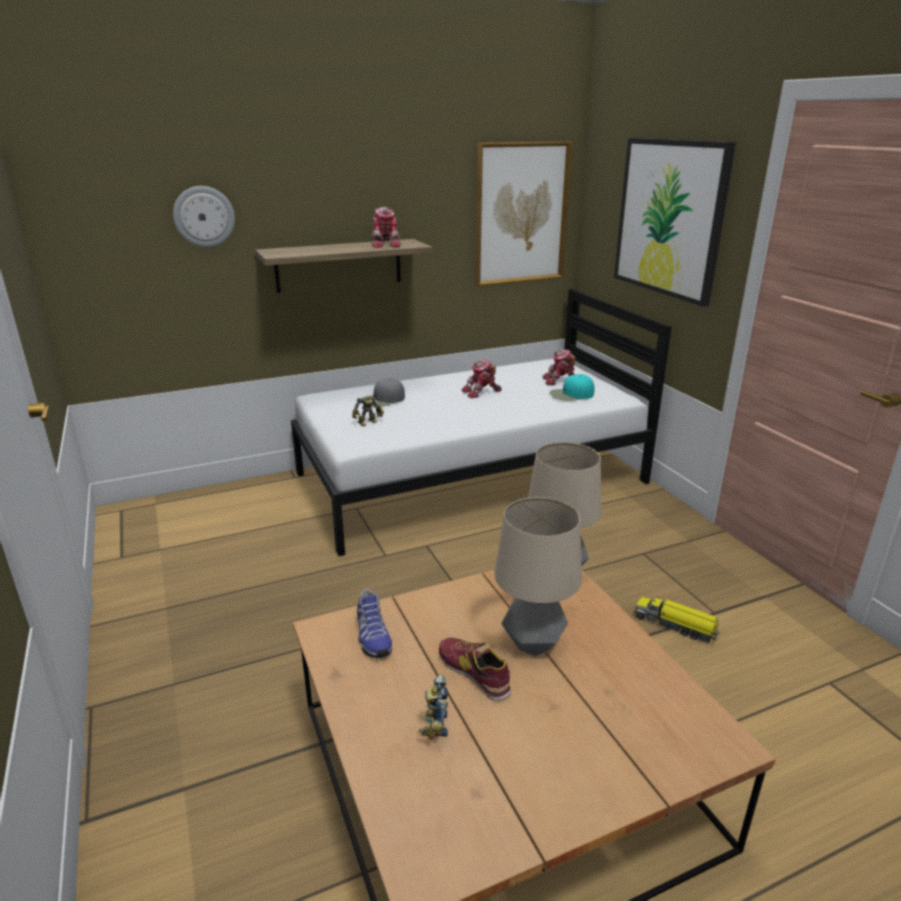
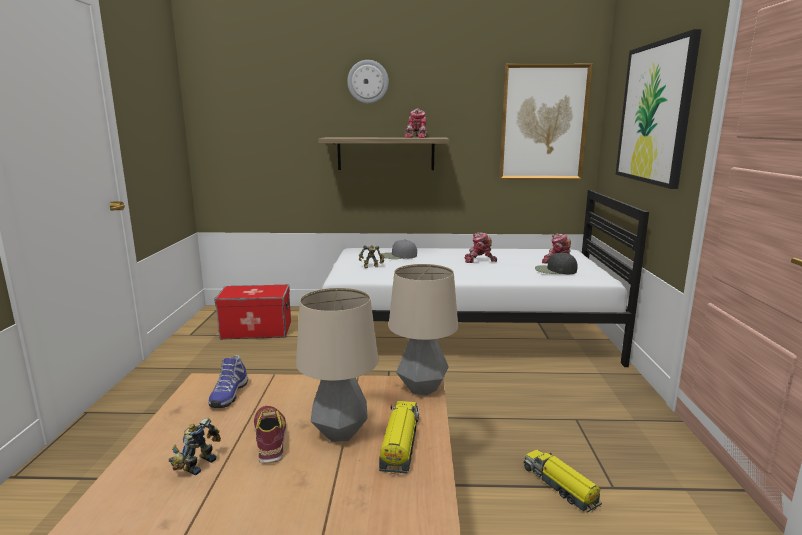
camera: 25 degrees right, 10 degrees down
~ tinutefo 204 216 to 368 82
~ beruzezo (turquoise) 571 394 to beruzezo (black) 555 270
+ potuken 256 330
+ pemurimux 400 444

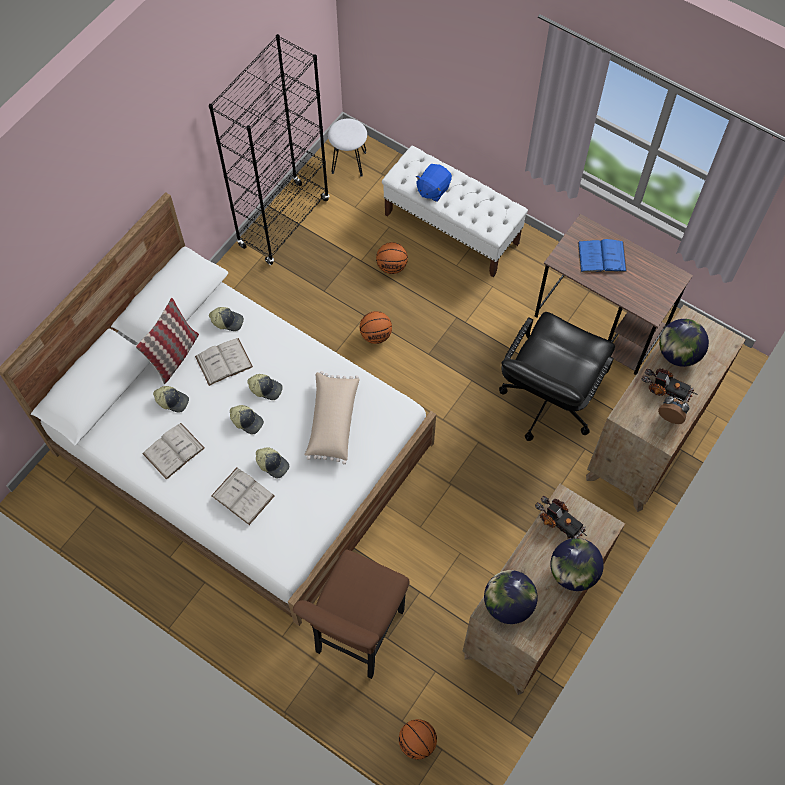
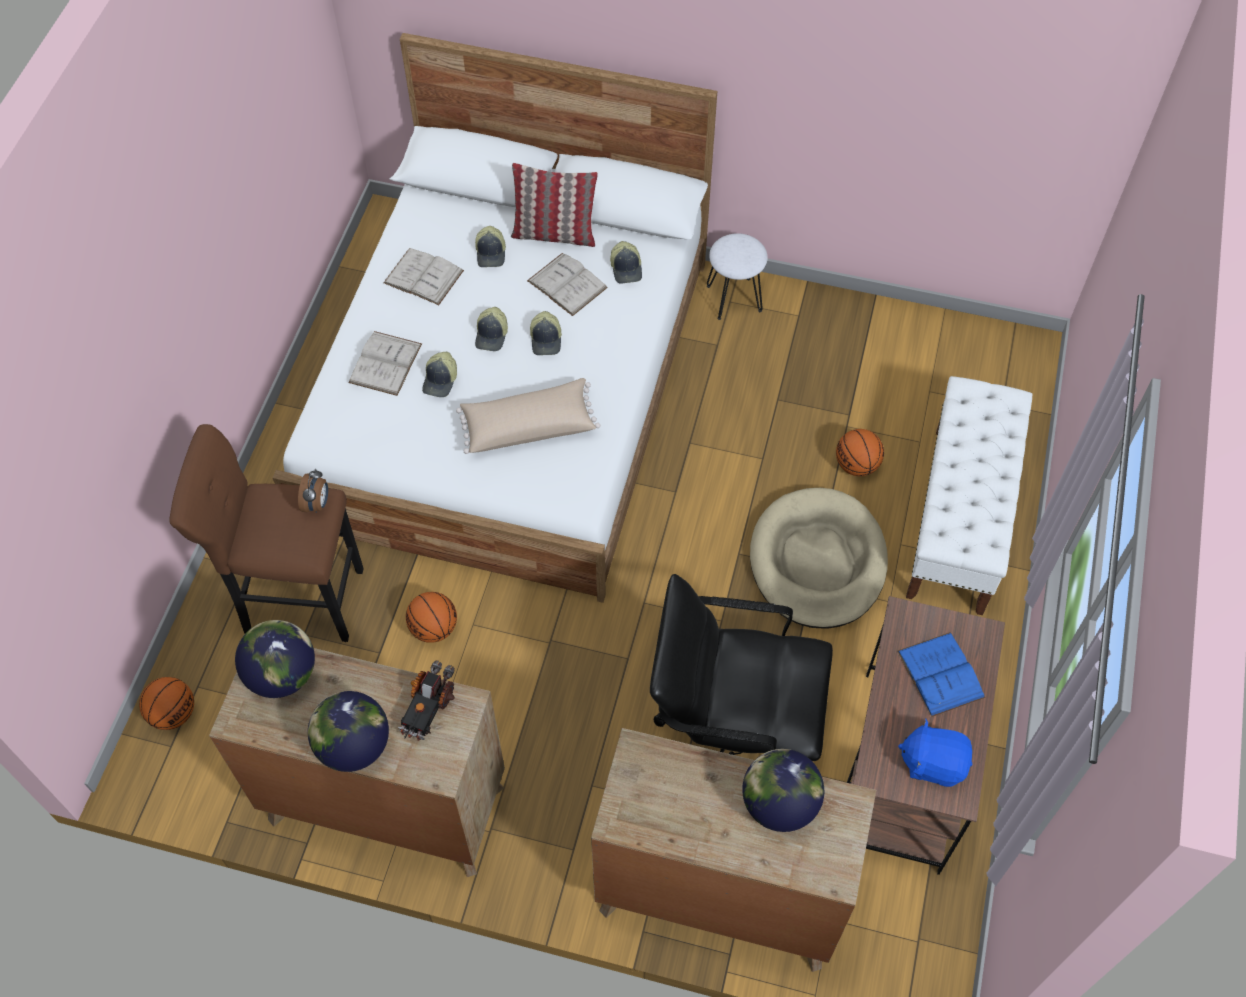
camera: 70 degrees right, 5 degrees down
- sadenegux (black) 284 223
~ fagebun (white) 349 163 to 733 298
~ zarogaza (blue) 433 189 to 933 762
~ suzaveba 376 335 to 434 628
- pemurimux 666 389
~ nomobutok 671 415 to 317 504
+ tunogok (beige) 817 561

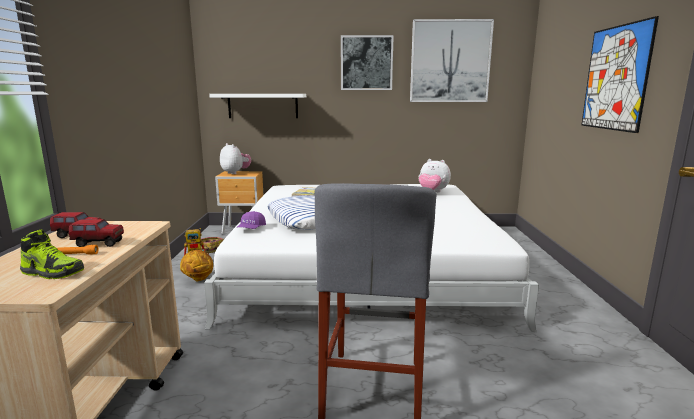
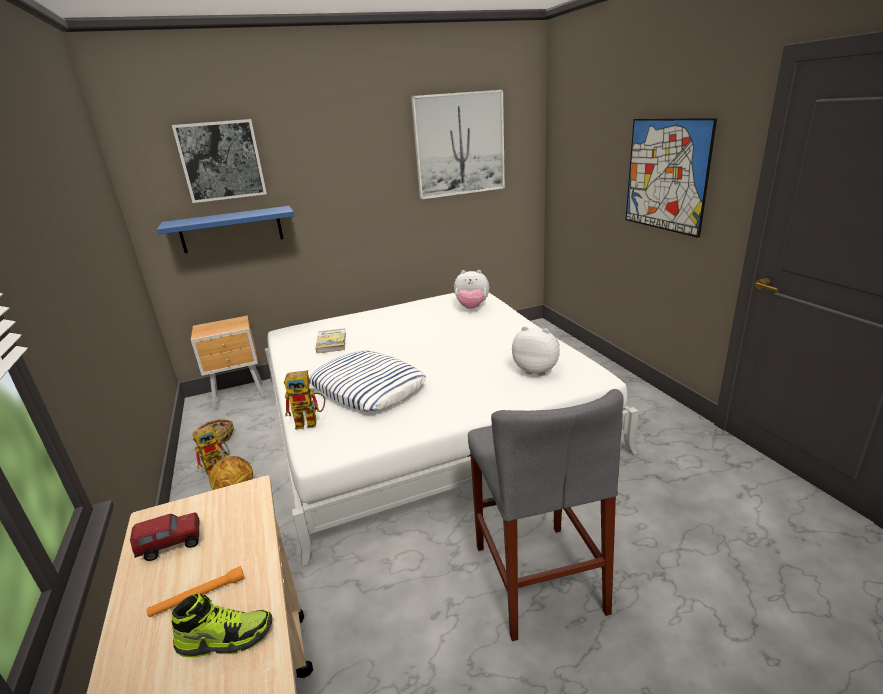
camera: 20 degrees left, 10 degrees up
~ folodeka 366 63 to 221 161
~ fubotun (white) 263 106 to fubotun (blue) 231 229
~ zarogaza 235 173 to 537 370
~ beruzezo (purple) 251 229 to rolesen 311 422
- pemurimux 98 244

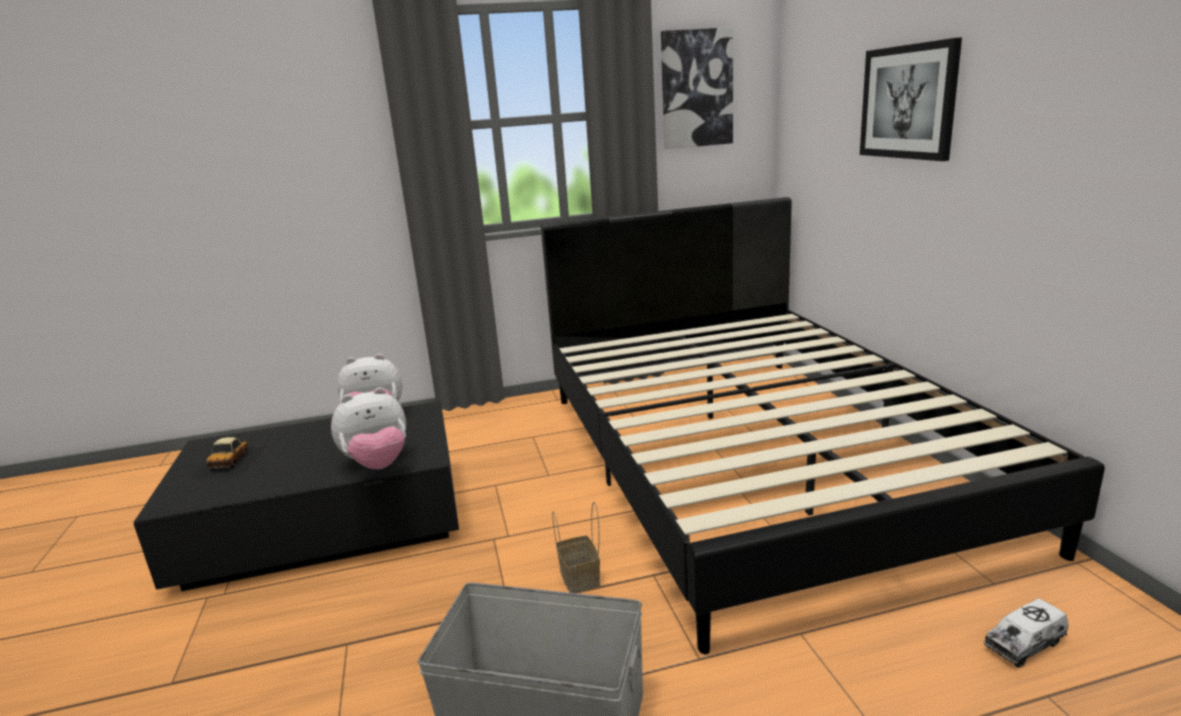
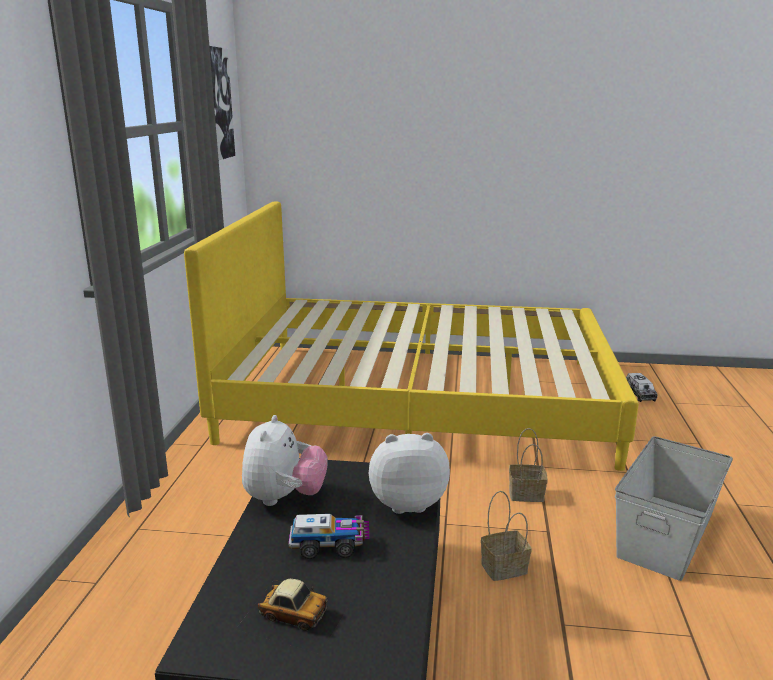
camera: 70 degrees left, 0 degrees up
- folodeka 908 102
~ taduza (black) 754 459 to taduza (yellow) 419 398
~ zarogaza 378 464 = 407 502 90 degrees counterclockwise
+ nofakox 505 567
+ pemurimux 329 546

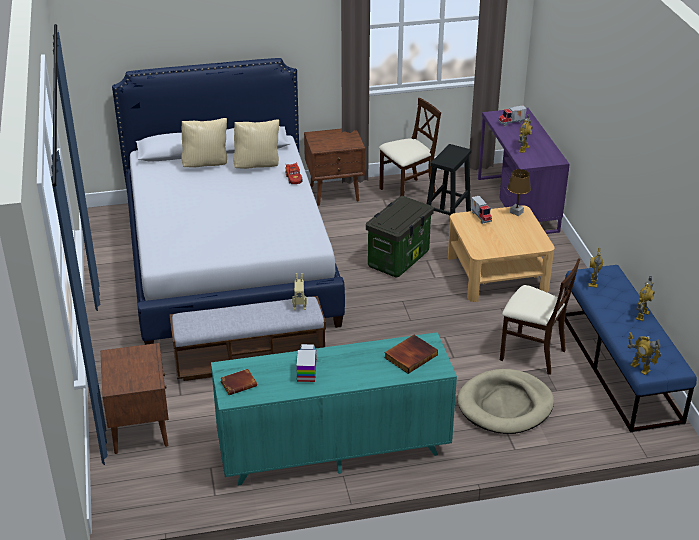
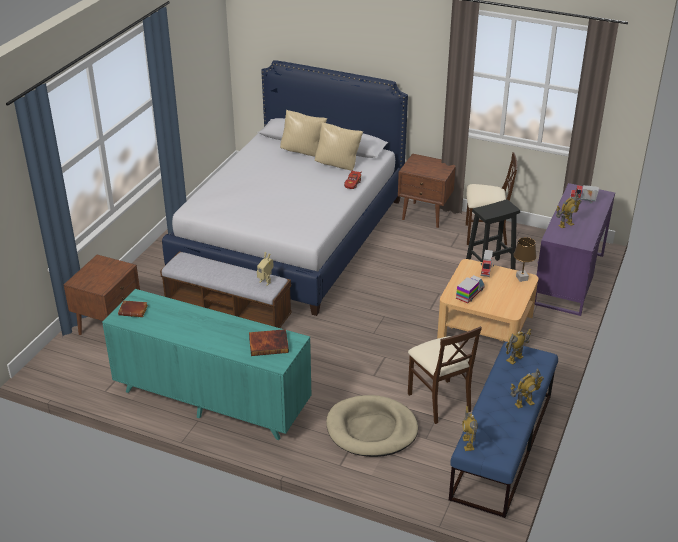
camera: 35 degrees right, 0 degrees up
- potuken 398 259
~ pemurimux 307 369 to 470 294

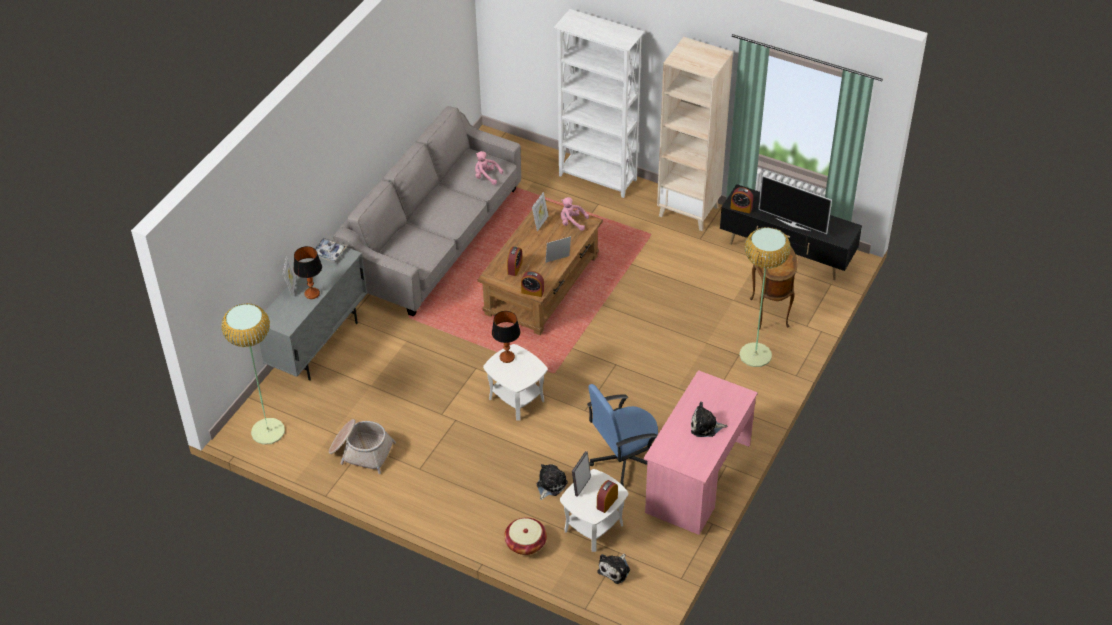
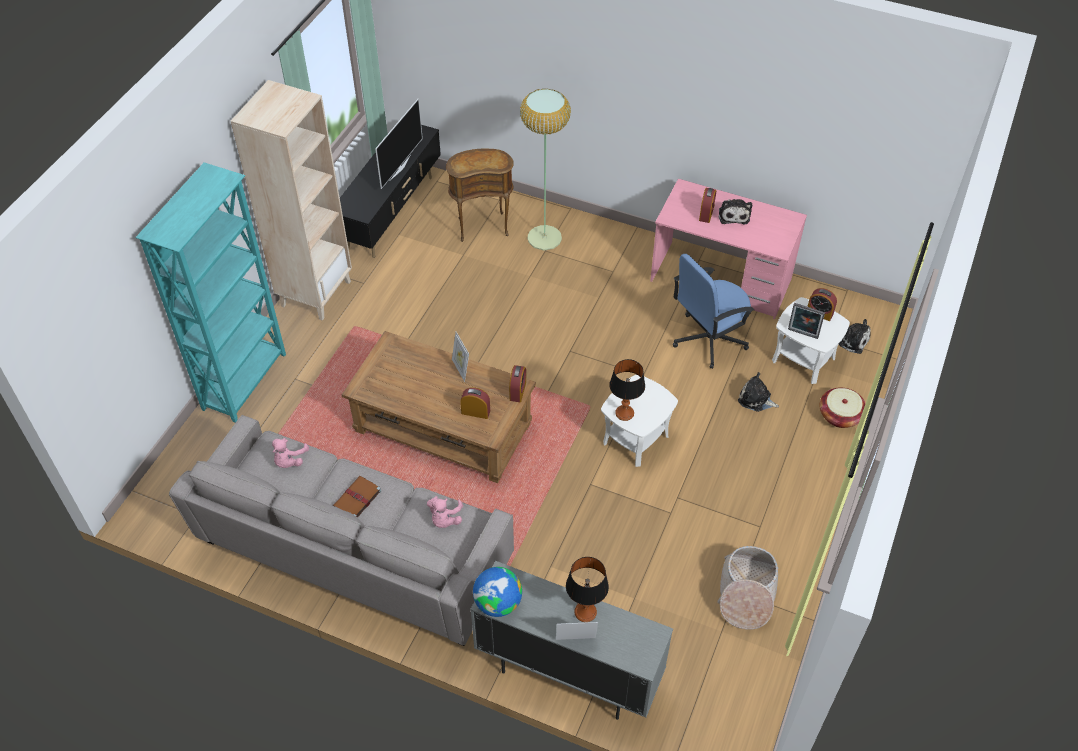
camera: 95 degrees left, 5 degrees up
~ sadenegux (white) 598 178 to sadenegux (turquoise) 246 381
~ nomobutok 741 208 to 706 213
- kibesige 540 223
~ zarogaza (pink) 572 222 to 444 519
~ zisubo 329 252 to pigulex 497 603
- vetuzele 267 431
~ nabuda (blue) 623 460 = 708 339 90 degrees clockwise
+ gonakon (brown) 357 499

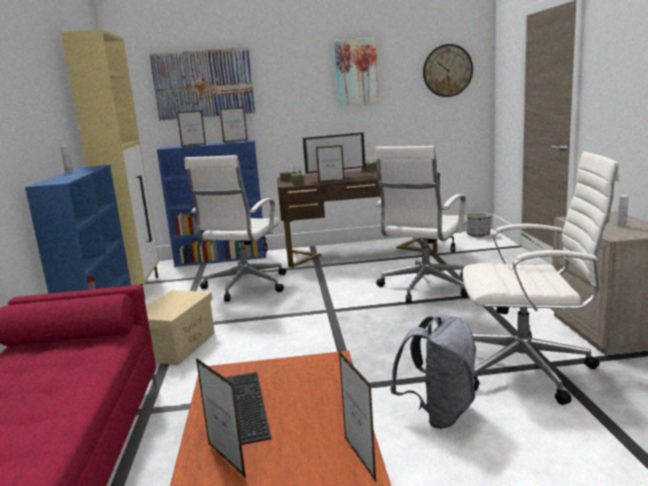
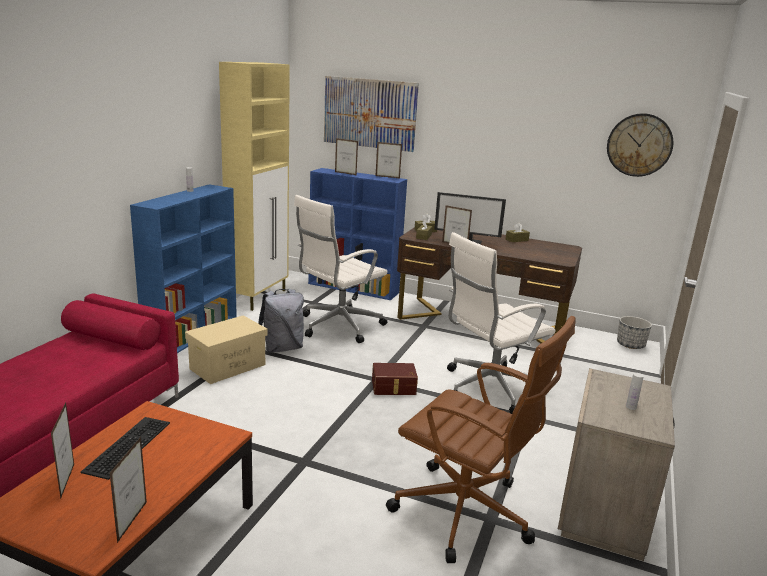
camera: 25 degrees right, 5 degrees up
- folodeka 356 72
~ nabuda (white) 528 369 to nabuda (brown) 466 514
~ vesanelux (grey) 439 413 to 282 348
+ potuken (brown) 394 387

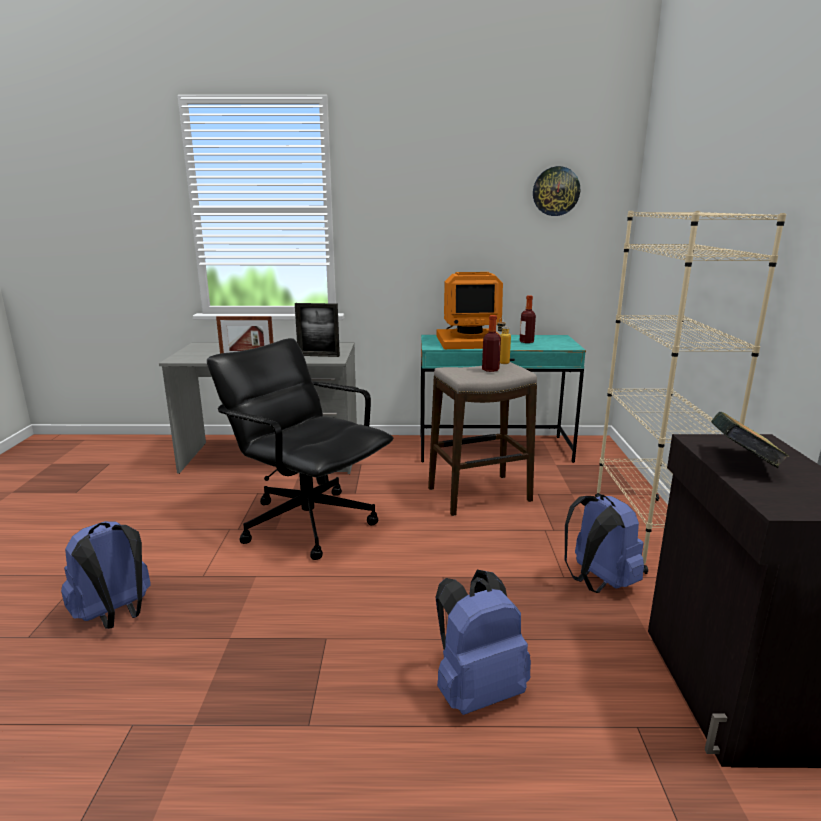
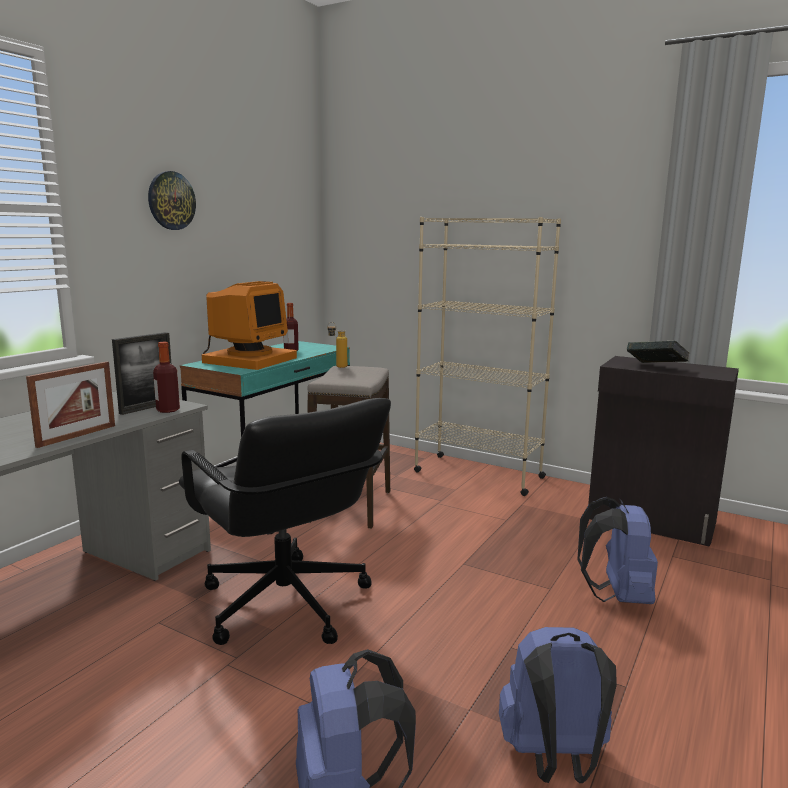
camera: 60 degrees left, 5 degrees down
~ tinutefo 556 191 to 171 200
~ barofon 490 370 to 168 410
~ nabuda (black) 308 522 = 284 604 105 degrees counterclockwise
~ vesanelux (blue) 598 582 to 554 760

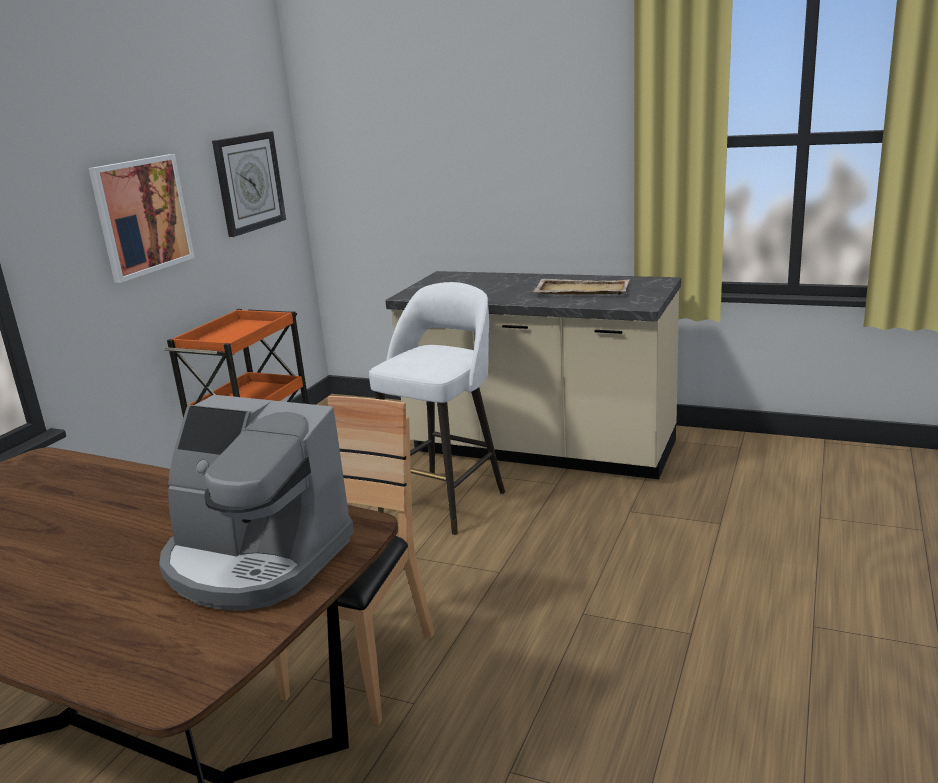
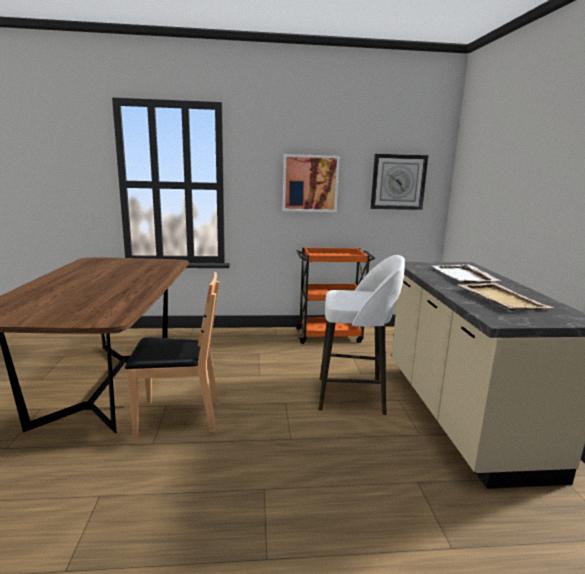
camera: 60 degrees right, 5 degrees down
- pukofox 255 560
+ zisubo (white) 463 276

